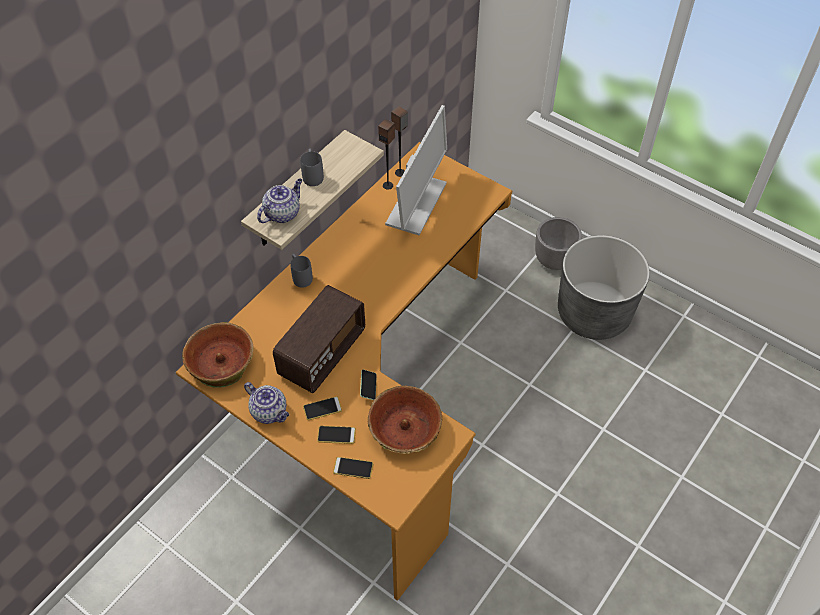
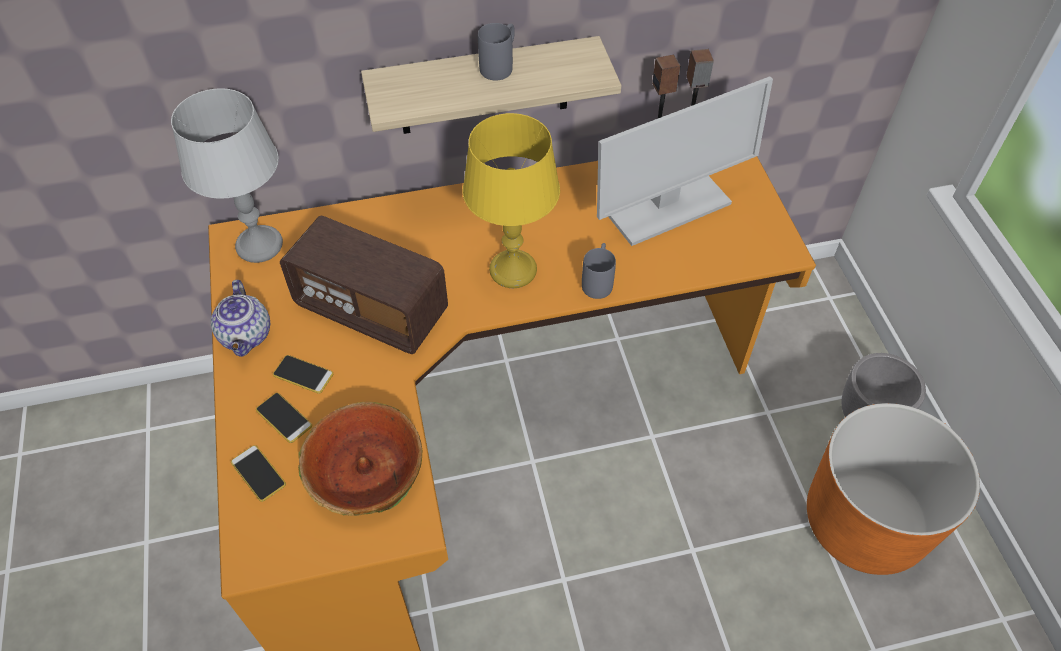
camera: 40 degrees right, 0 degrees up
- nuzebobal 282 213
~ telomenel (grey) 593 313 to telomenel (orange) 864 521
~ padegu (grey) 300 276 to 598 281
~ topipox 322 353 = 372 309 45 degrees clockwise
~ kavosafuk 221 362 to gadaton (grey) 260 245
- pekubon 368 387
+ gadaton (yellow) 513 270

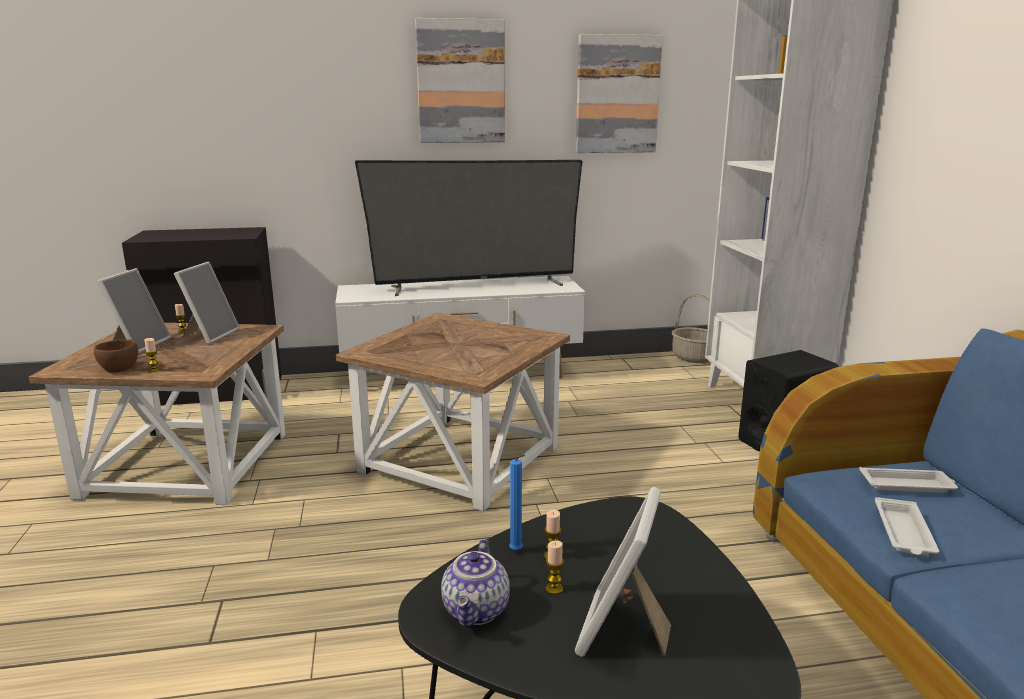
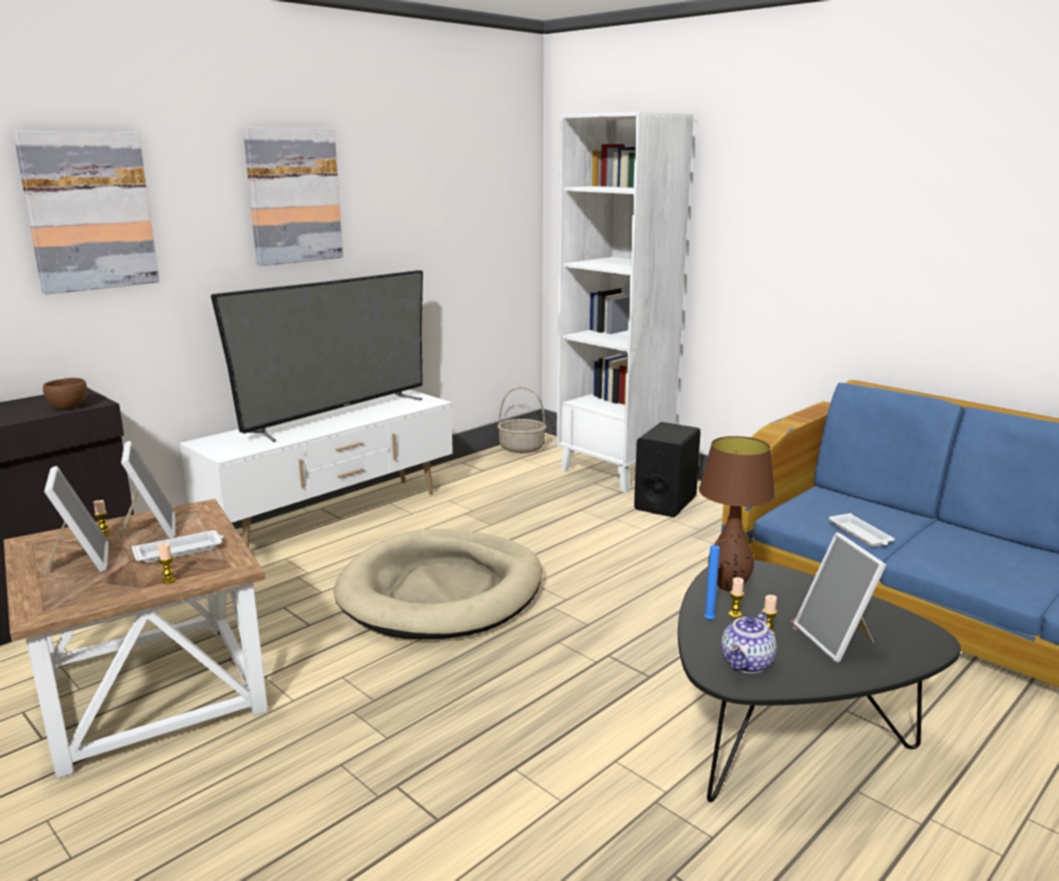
camera: 35 degrees left, 0 degrees up
~ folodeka 617 95 to 89 211
~ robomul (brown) 463 459 to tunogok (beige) 442 591
~ kavosafuk (brown) 120 369 to 68 406
~ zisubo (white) 908 485 to 180 551
~ nuzebobal 477 611 = 748 664 60 degrees clockwise
+ gadaton (brown) 729 587

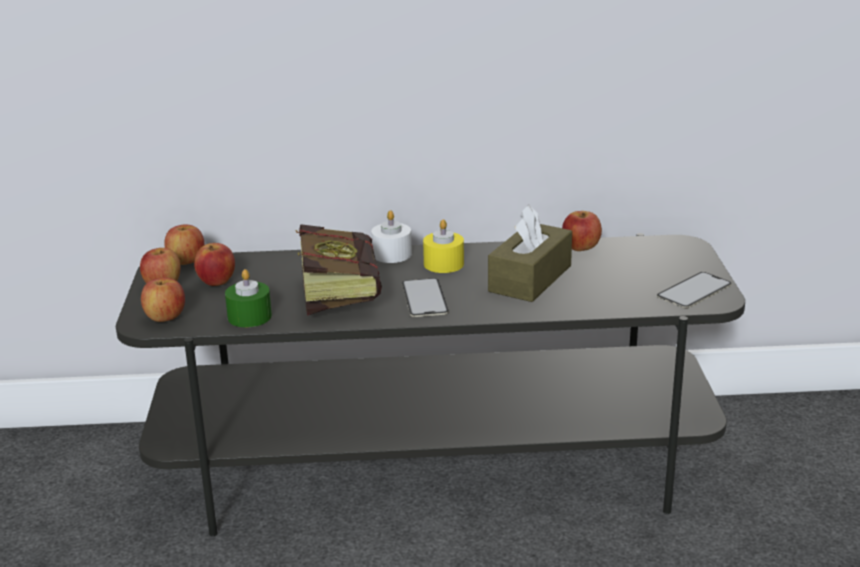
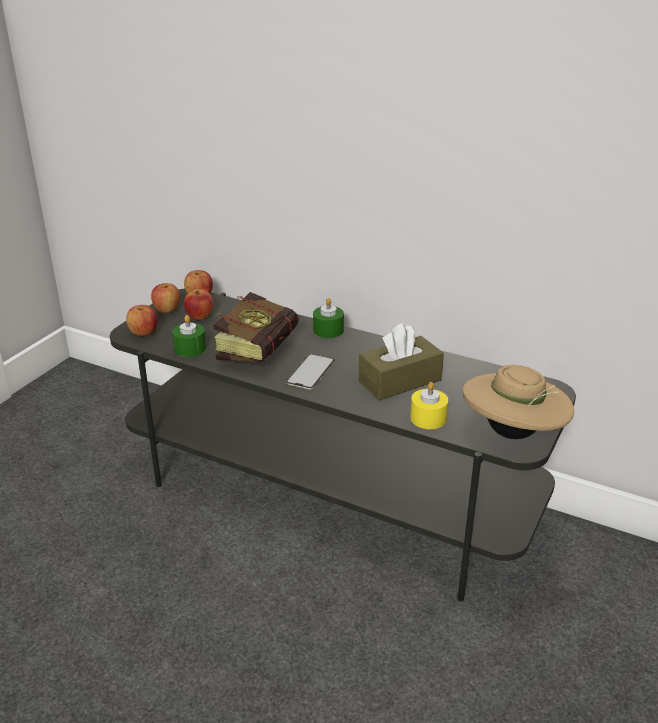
camera: 30 degrees right, 5 degrees up
~ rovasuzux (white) 392 254 to rovasuzux (green) 328 330
- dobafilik 581 248
~ rovasuzux (yellow) 443 264 to 428 418
~ pekubon 694 291 to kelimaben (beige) 513 434

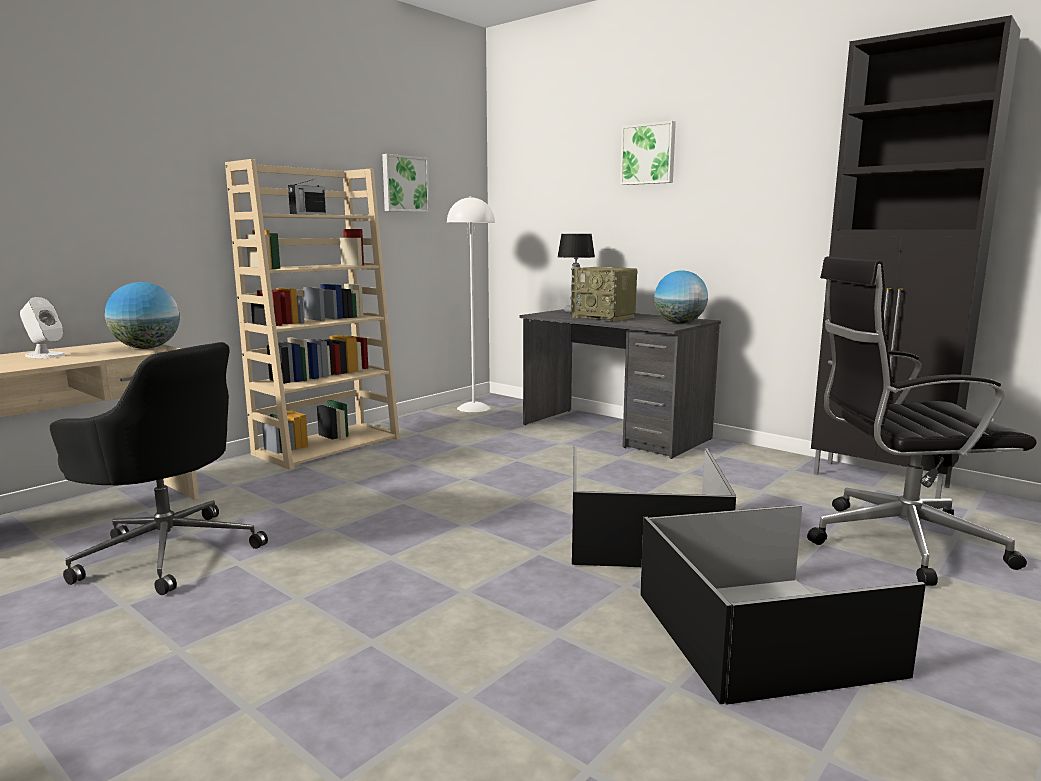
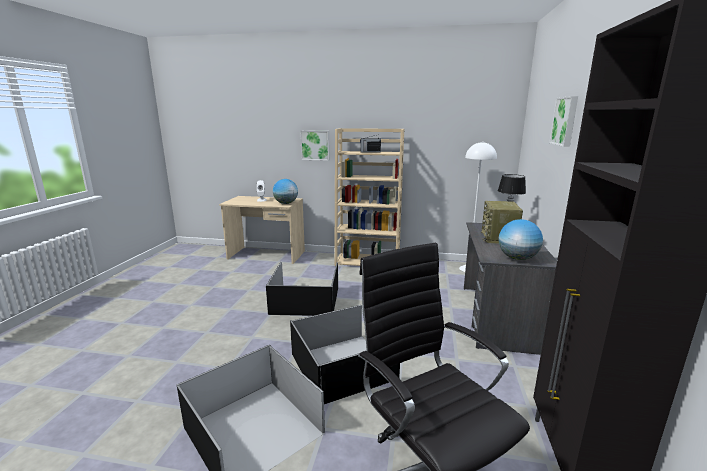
camera: 60 degrees right, 5 degrees up
~ folodeka 404 184 to 315 145
- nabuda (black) 168 552
+ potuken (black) 306 300

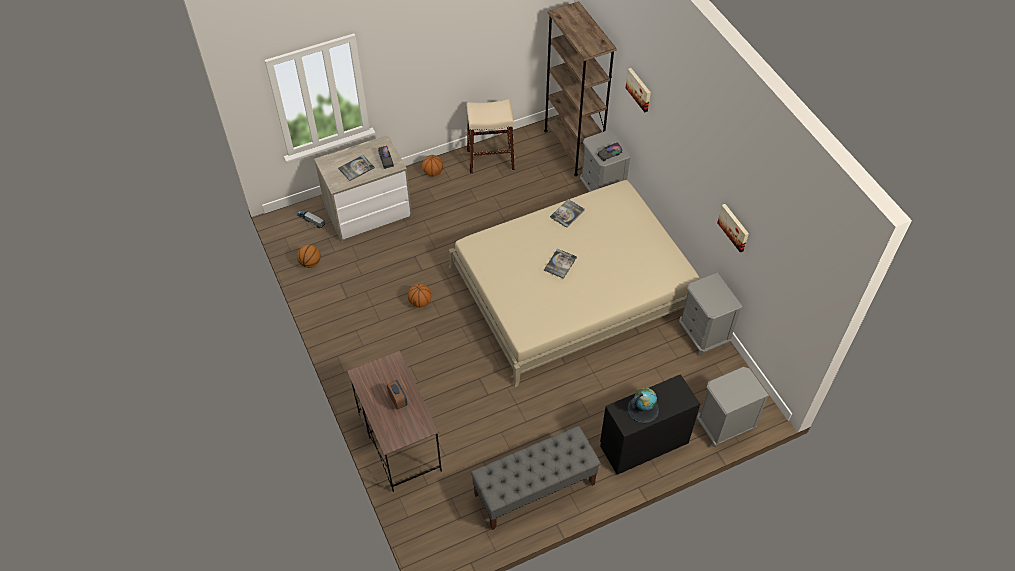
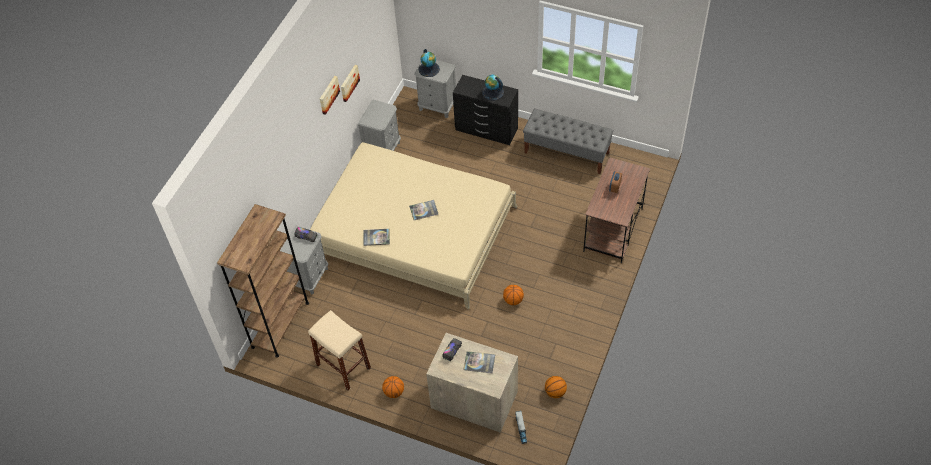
camera: 130 degrees left, 0 degrees up
~ folodeka 639 89 to 328 94
+ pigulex 429 69

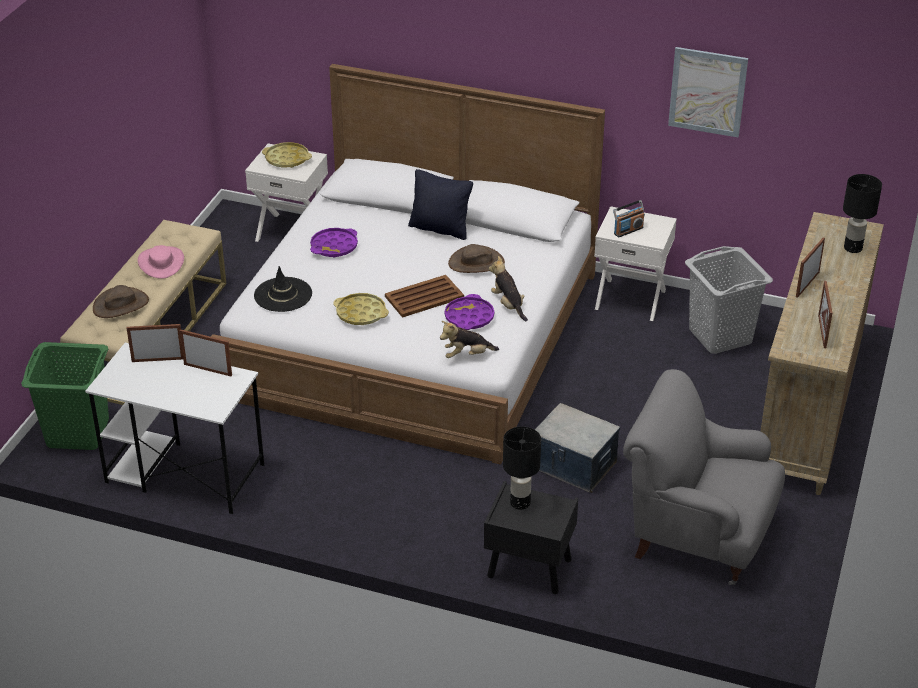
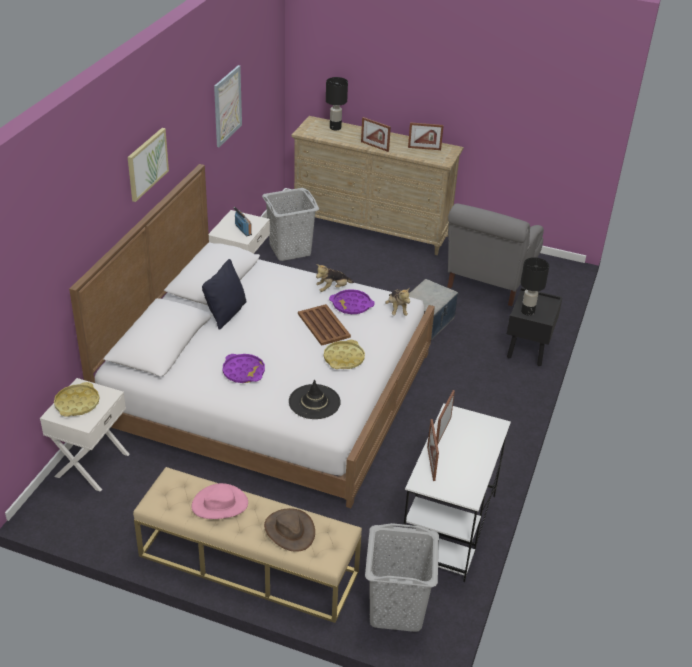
camera: 90 degrees left, 0 degrees up
- kelimaben (brown) 476 263
~ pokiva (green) 77 432 to pokiva (grey) 396 609
+ folodeka 147 163

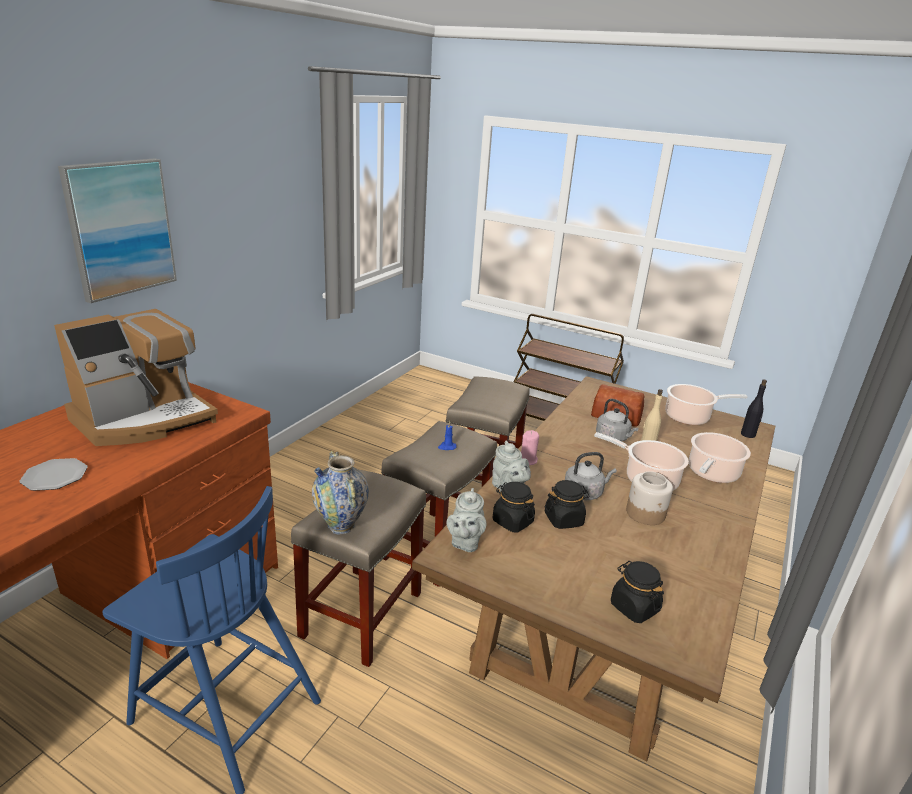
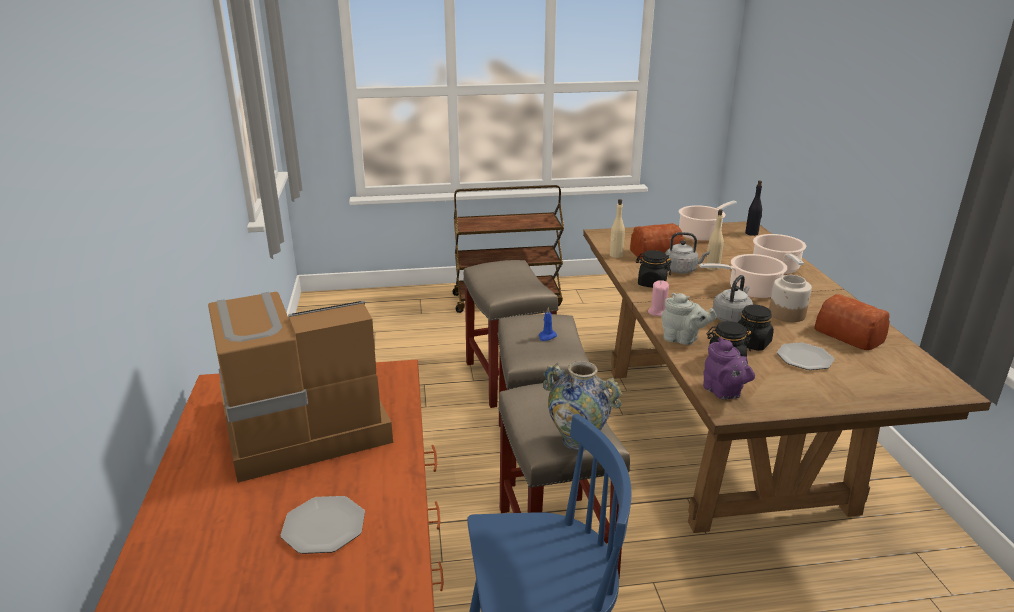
camera: 35 degrees left, 0 degrees up
- folodeka 120 228
~ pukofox 144 419 = 301 425 120 degrees counterclockwise
~ nuzebobal (grey) 465 542 to nuzebobal (purple) 724 392
~ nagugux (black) 634 607 to 651 283
+ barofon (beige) 616 255
+ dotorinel 848 334
+ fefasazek 805 358

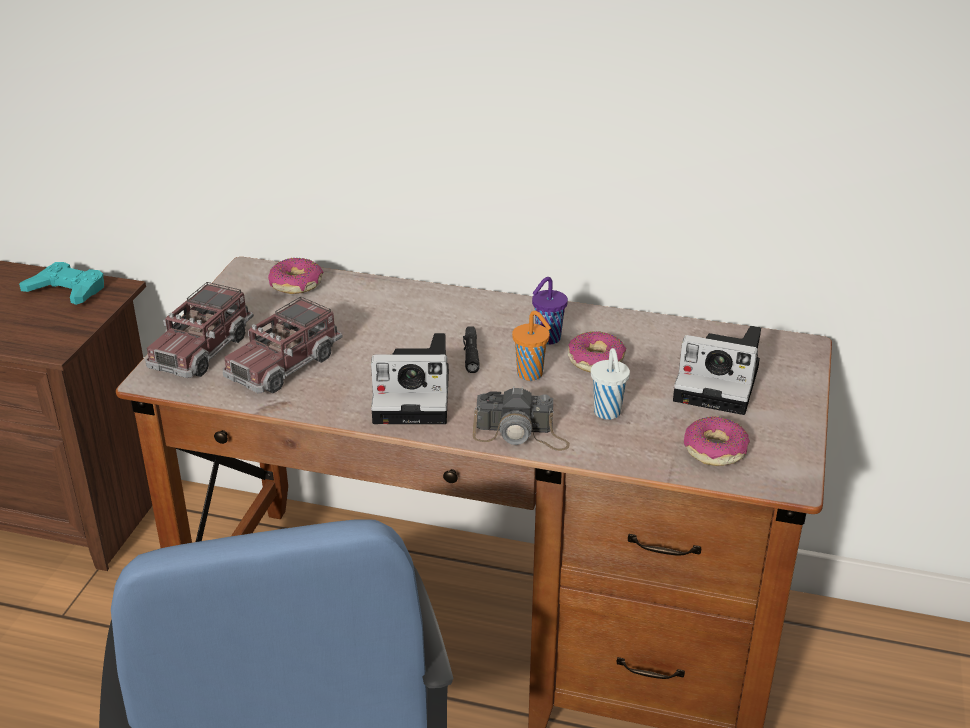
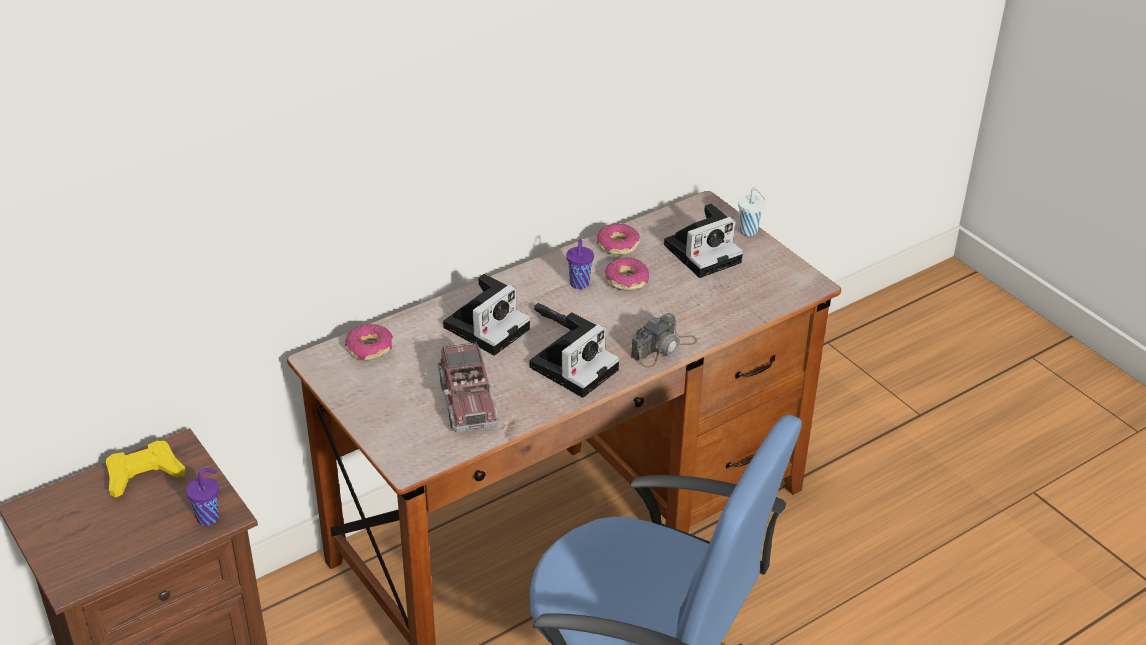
camera: 50 degrees left, 5 degrees up
~ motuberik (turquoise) 67 290 to motuberik (yellow) 143 474
- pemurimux 201 349
- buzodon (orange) 531 374
~ buzodon (white) 607 413 to 749 231
~ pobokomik 714 450 to 617 245
+ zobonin 488 326
+ buzodon (purple) 209 517

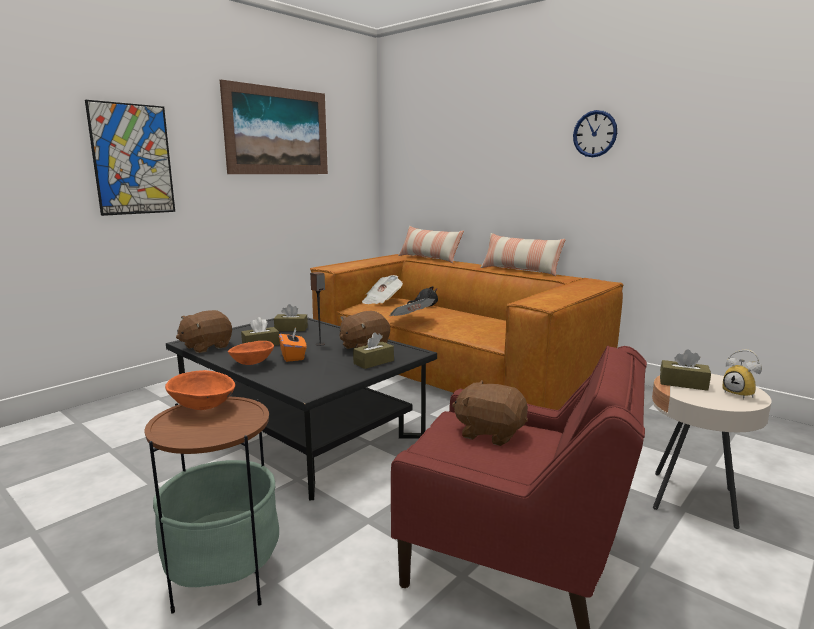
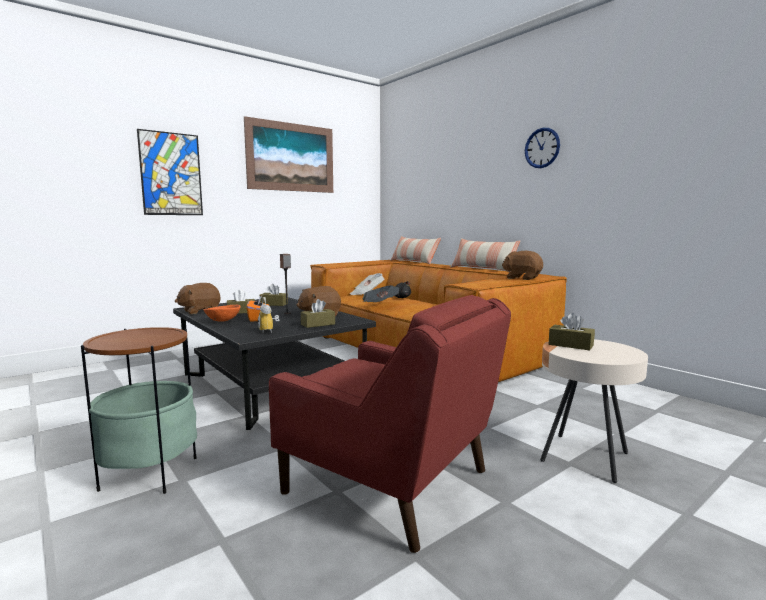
camera: 10 degrees right, 5 degrees down
~ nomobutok 740 394 to 269 331
- kavosafuk (orange) 203 406
~ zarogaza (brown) 490 433 to 522 278

